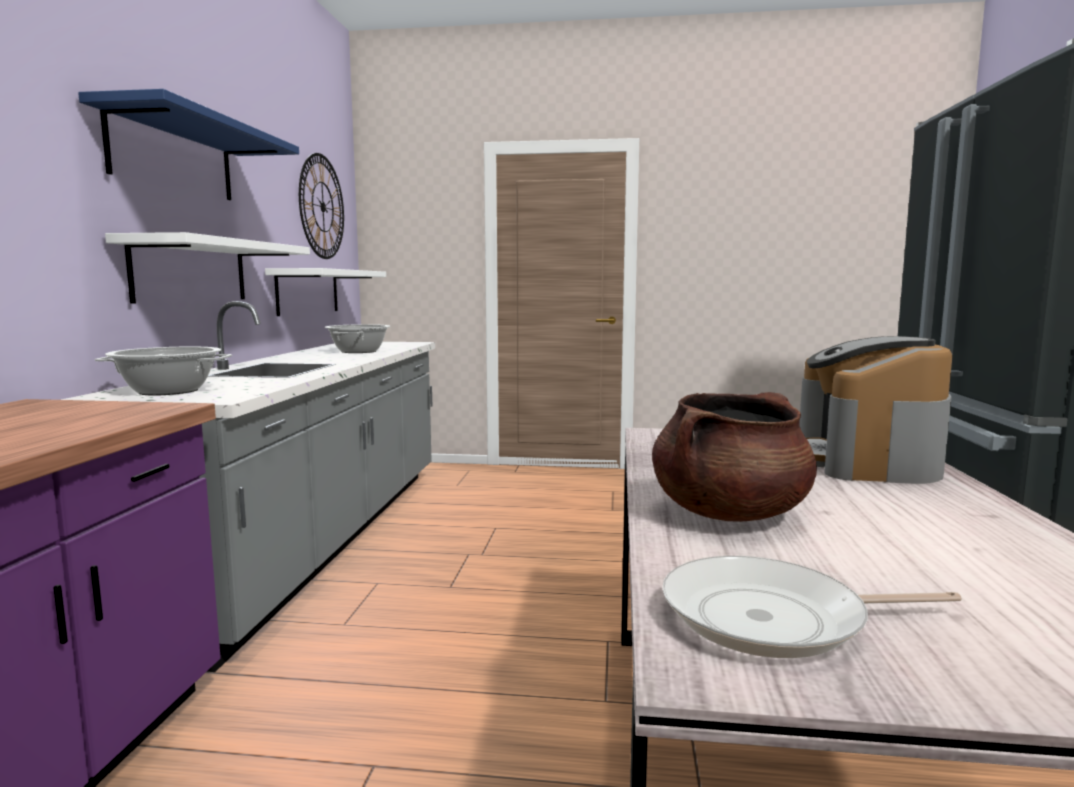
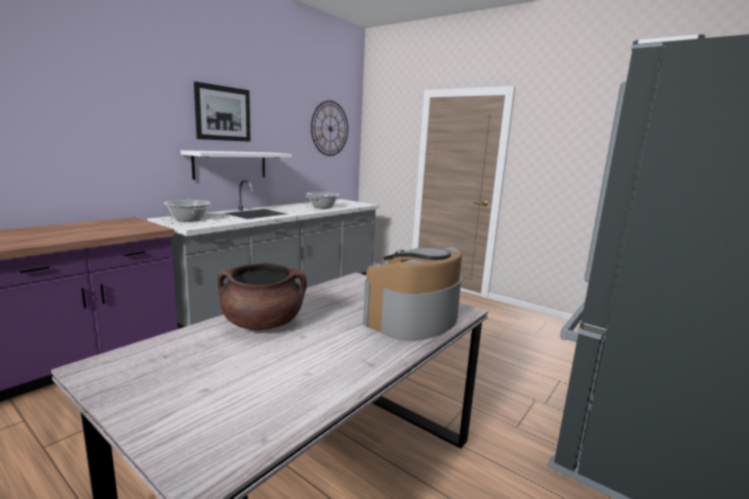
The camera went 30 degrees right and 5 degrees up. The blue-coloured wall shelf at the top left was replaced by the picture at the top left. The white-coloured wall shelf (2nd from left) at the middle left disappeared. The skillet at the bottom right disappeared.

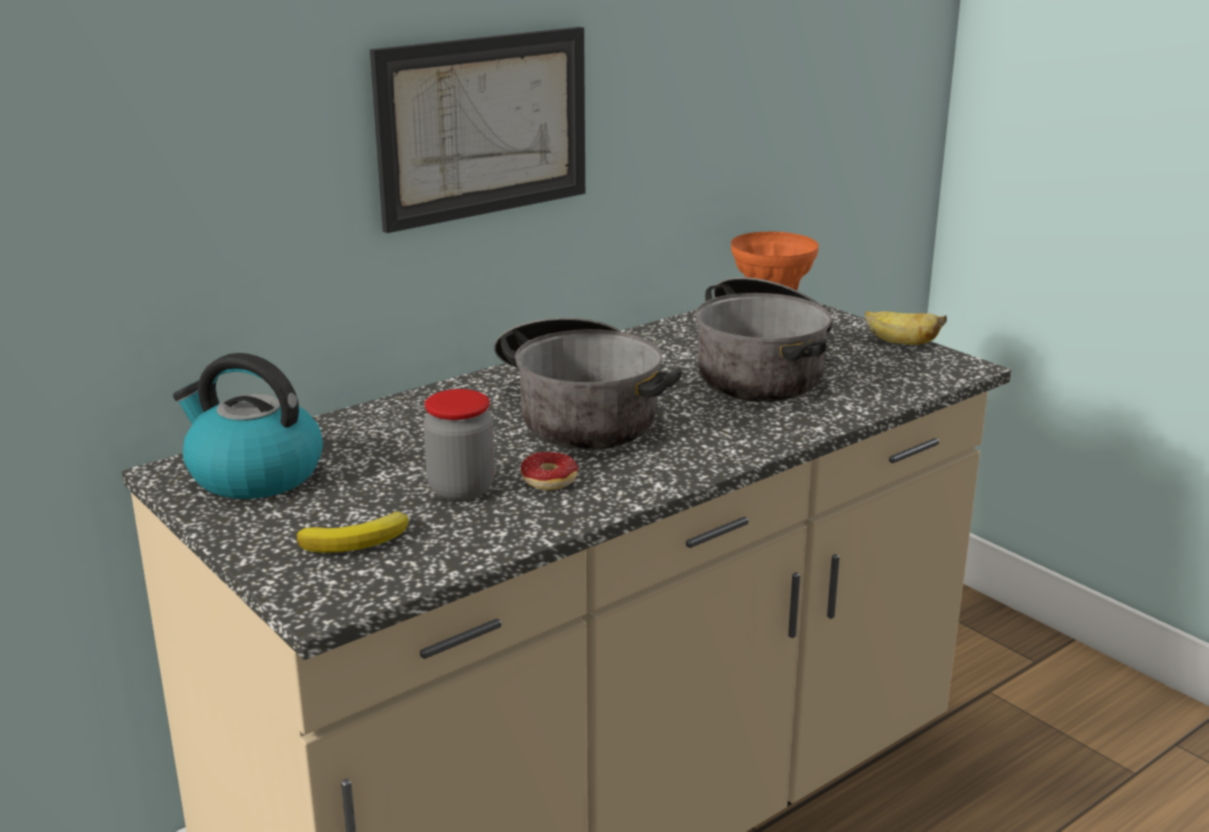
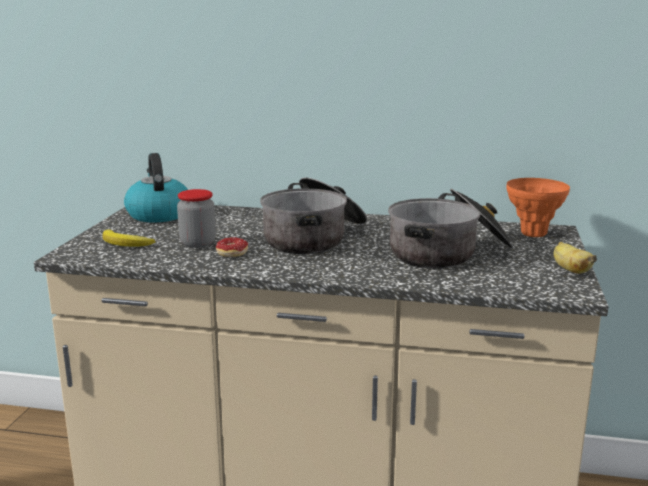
The camera went 50 degrees right and 5 degrees down. The picture at the top centre disappeared.

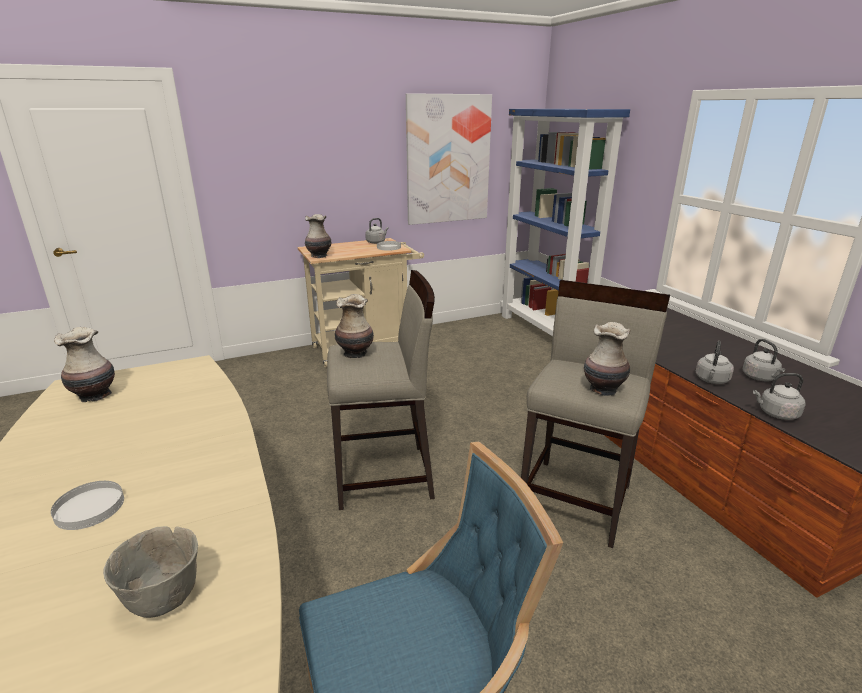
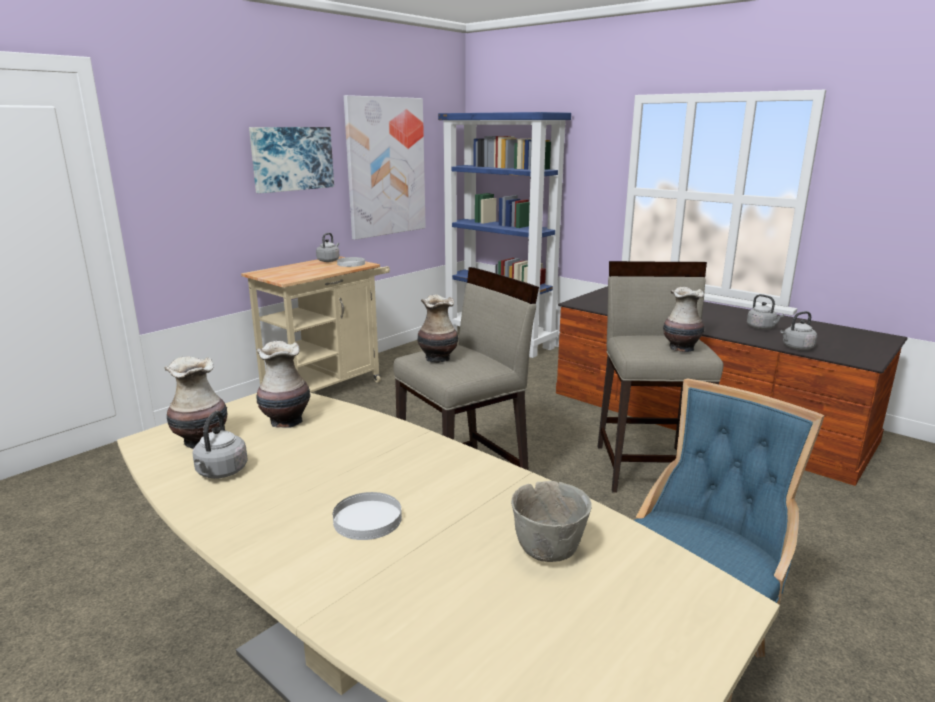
The camera went 25 degrees left and 5 degrees down. The flower vase (2nd from left) moved from the centre to the middle left. The greyish tea kettle (2nd from left in the first image) moved from the middle right to the middle left. The picture (1st from left) at the top left appeared.

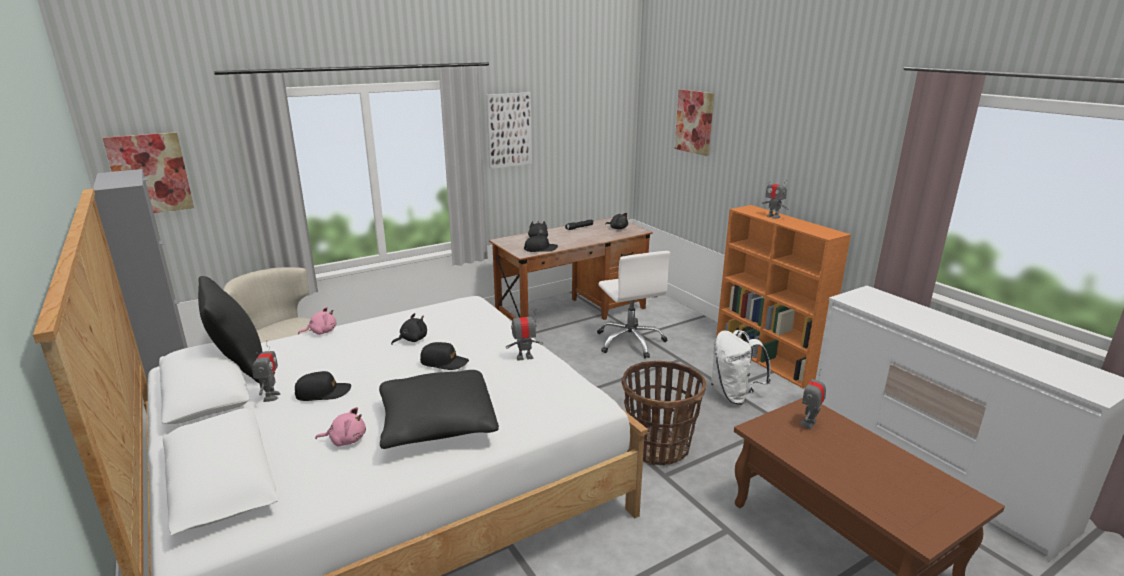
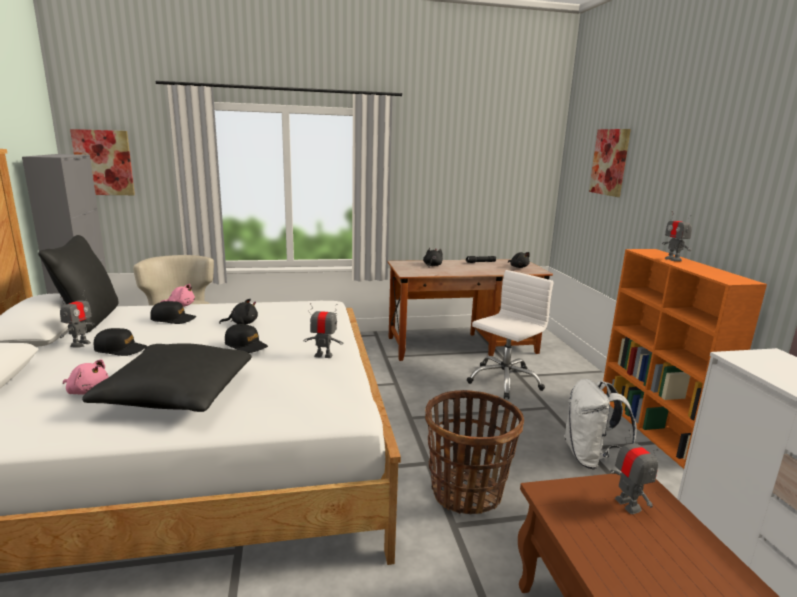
The camera went 20 degrees right and 5 degrees down. The picture (2nd from left) at the top centre disappeared. The blackish peaked cap (3rd from left in the first image) moved from the centre to the middle left. The white-coloured office chair at the centre turned 135 degrees counterclockwise. The robot figure (4th from left in the first image) at the bottom right turned 105 degrees clockwise.

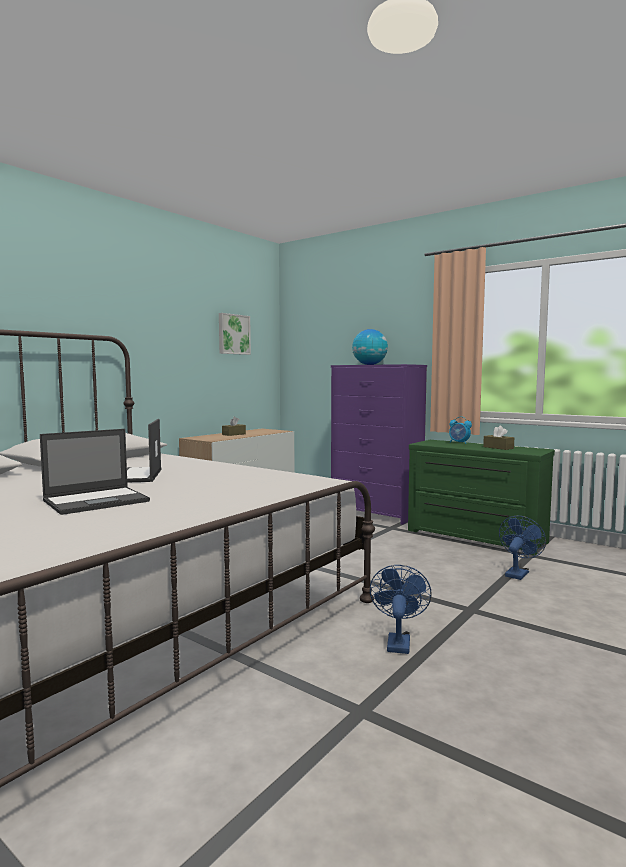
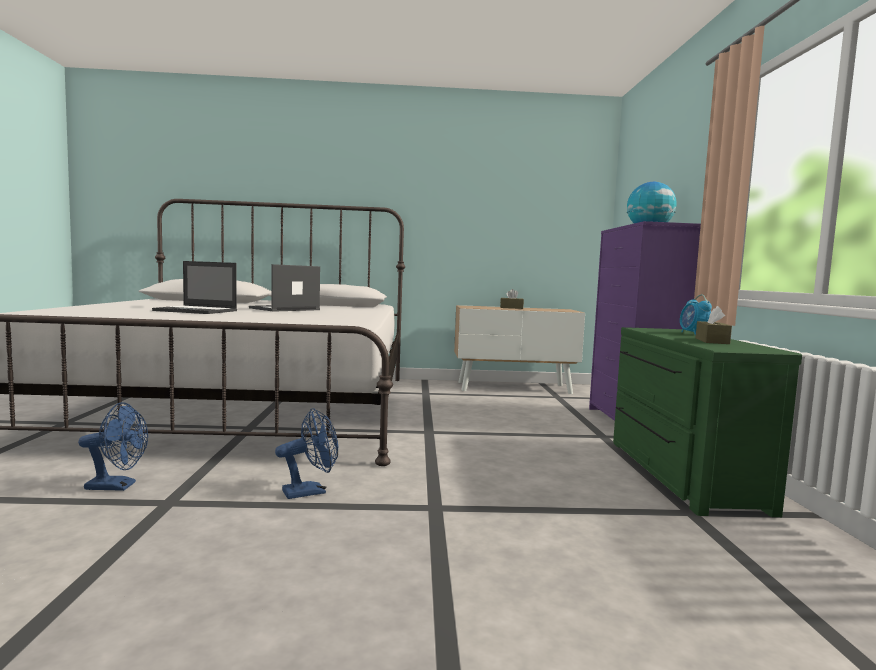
The camera went 50 degrees right and 0 degrees up. The picture at the centre disappeared. The blue-coloured electric fan (2nd from left in the first image) moved from the middle right to the middle left.

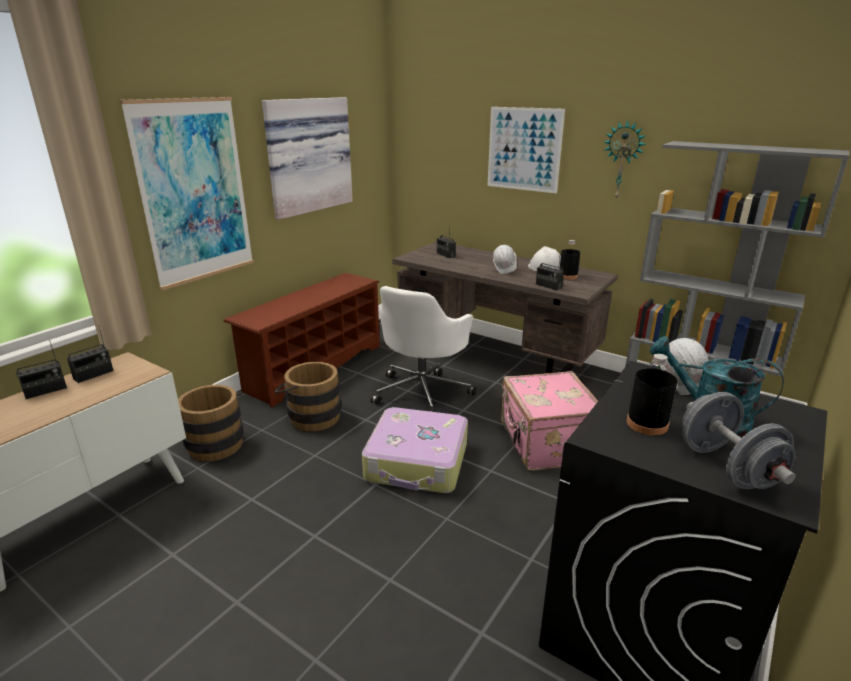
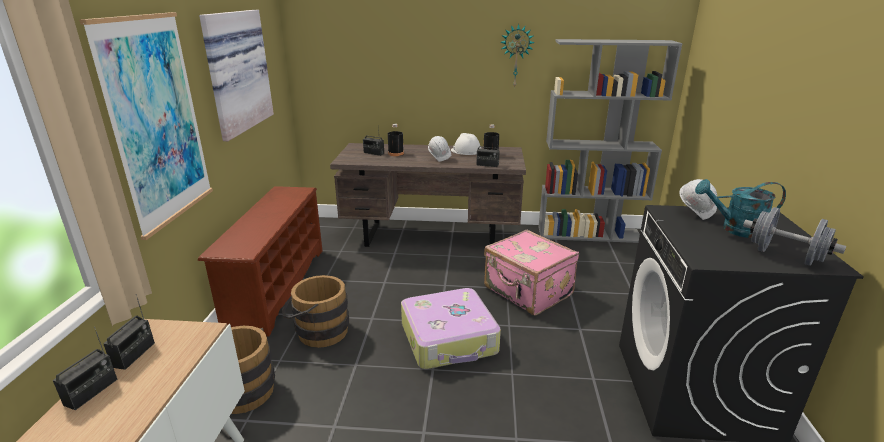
The camera went 30 degrees left and 0 degrees up. The white-coloured office chair at the centre disappeared. The picture (3rd from left) at the top centre disappeared. The blackish beverage bottle (2nd from left in the first image) moved from the middle right to the top centre.

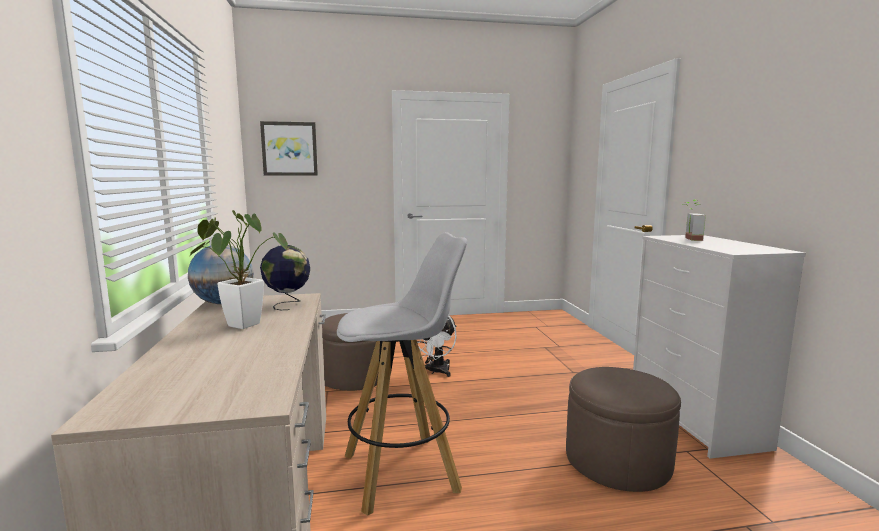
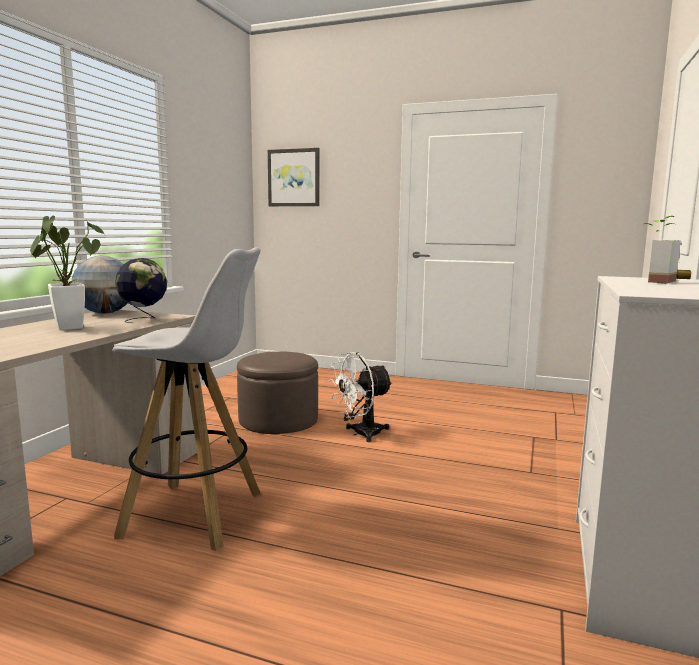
The camera went 30 degrees right and 0 degrees up. The brown ottoman (2nd from left) at the bottom right disappeared.

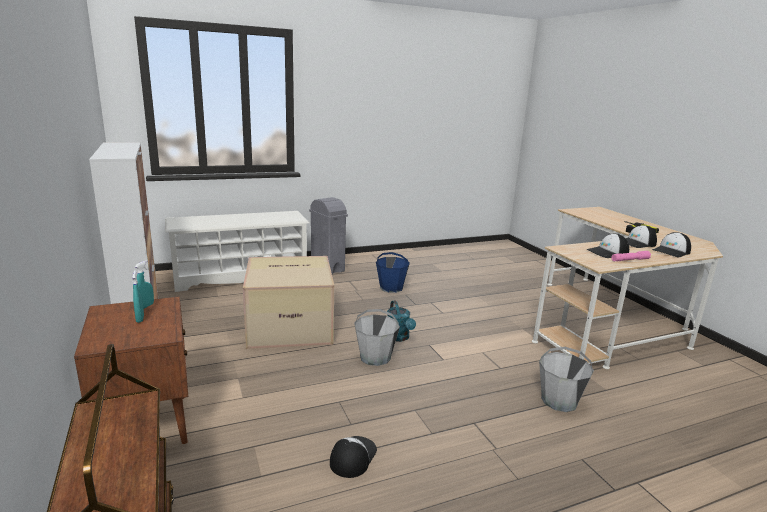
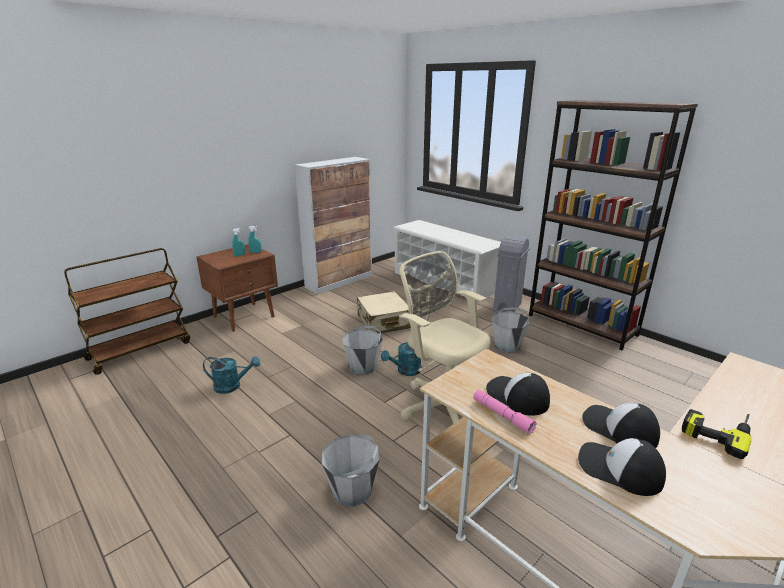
The camera went 70 degrees right and 5 degrees up. The packing box at the centre was replaced by the beige-coloured travel case at the centre. The peaked cap (1st from left) at the bottom centre was replaced by the turquoise watering pot (1st from left) at the middle left. The blue-coloured bucket at the centre became the greyish bucket (3rd from left) at the centre. The beige-coloured office chair at the centre appeared. The brown shelving unit at the middle right appeared.

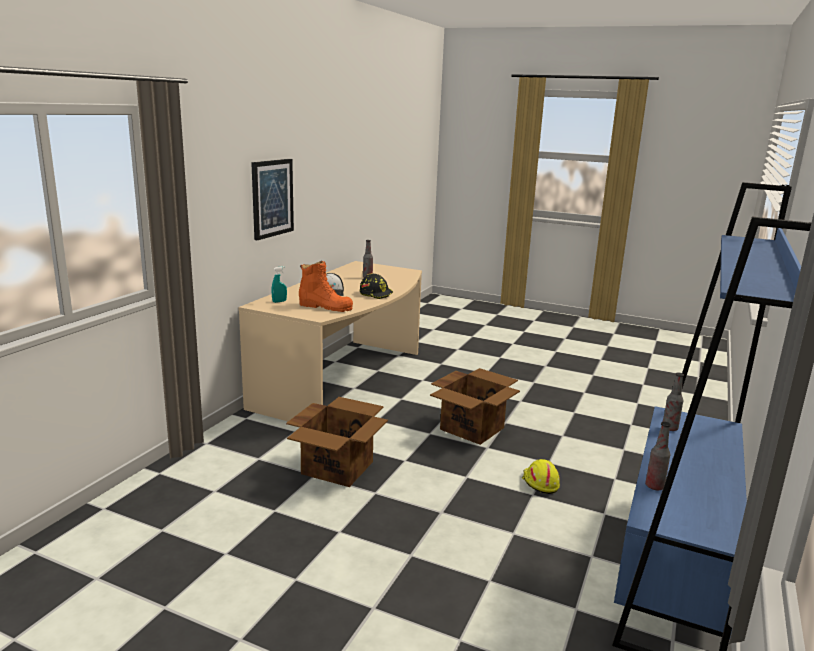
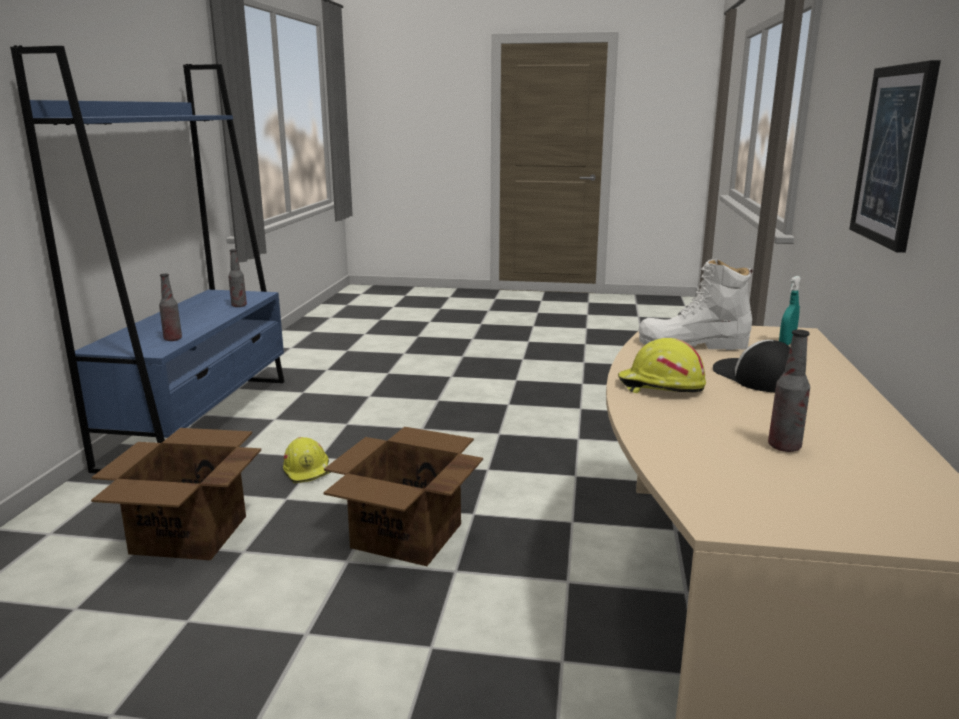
The camera went 165 degrees right and 0 degrees up. The packing box (1st from left) moved from the bottom centre to the bottom left. The orangey high-top boot at the centre became the white-coloured high-top boot at the middle right. The blackish safety helmet at the centre became the yellowish safety helmet (2nd from left) at the middle right.

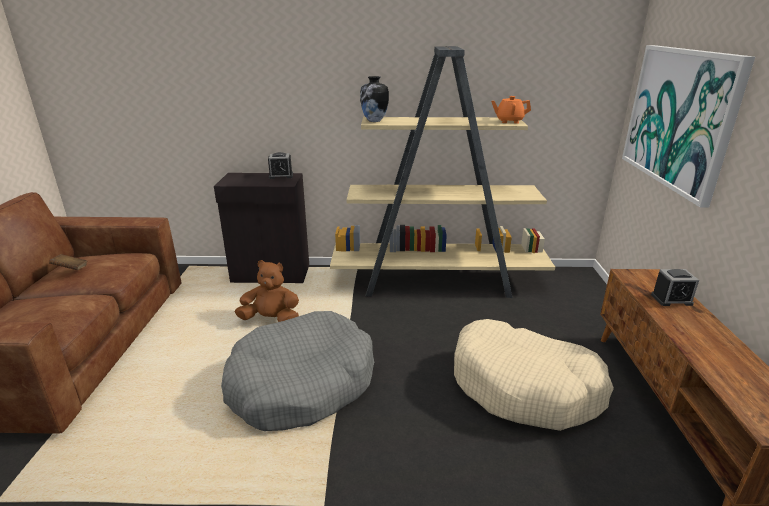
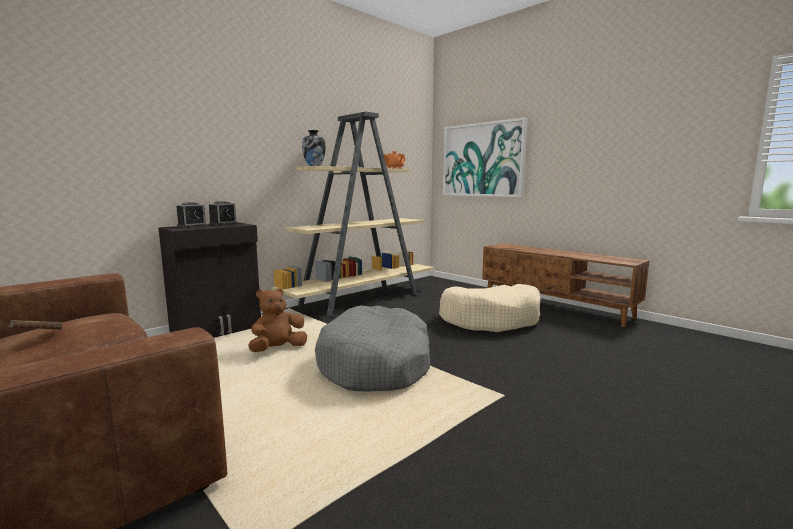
The camera went 45 degrees left and 15 degrees down. The bedside clock (2nd from left in the first image) moved from the middle right to the middle left.

